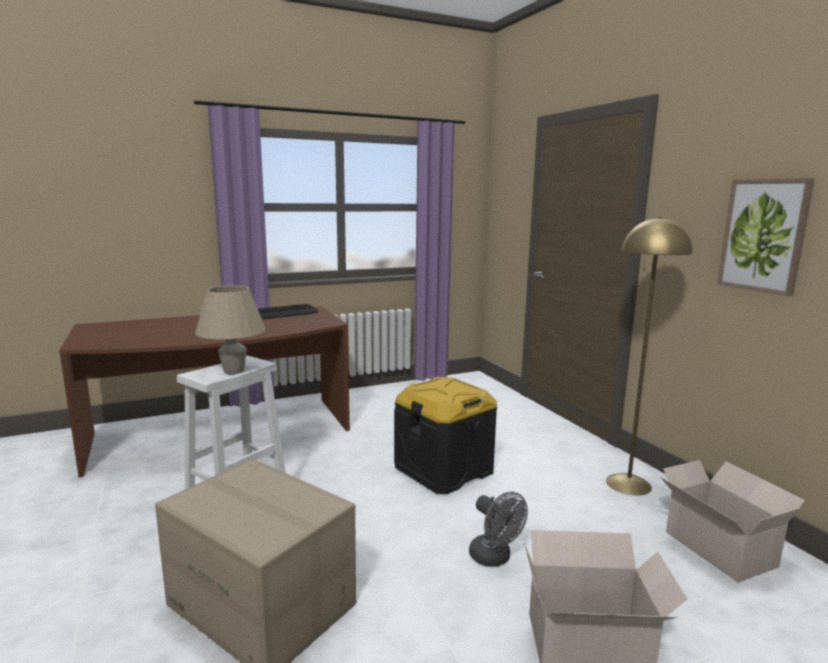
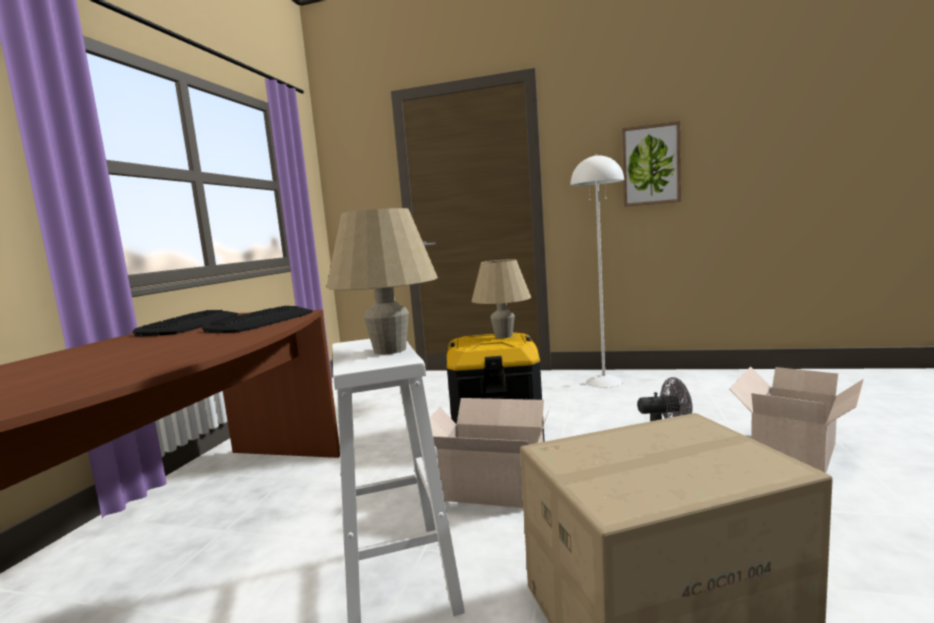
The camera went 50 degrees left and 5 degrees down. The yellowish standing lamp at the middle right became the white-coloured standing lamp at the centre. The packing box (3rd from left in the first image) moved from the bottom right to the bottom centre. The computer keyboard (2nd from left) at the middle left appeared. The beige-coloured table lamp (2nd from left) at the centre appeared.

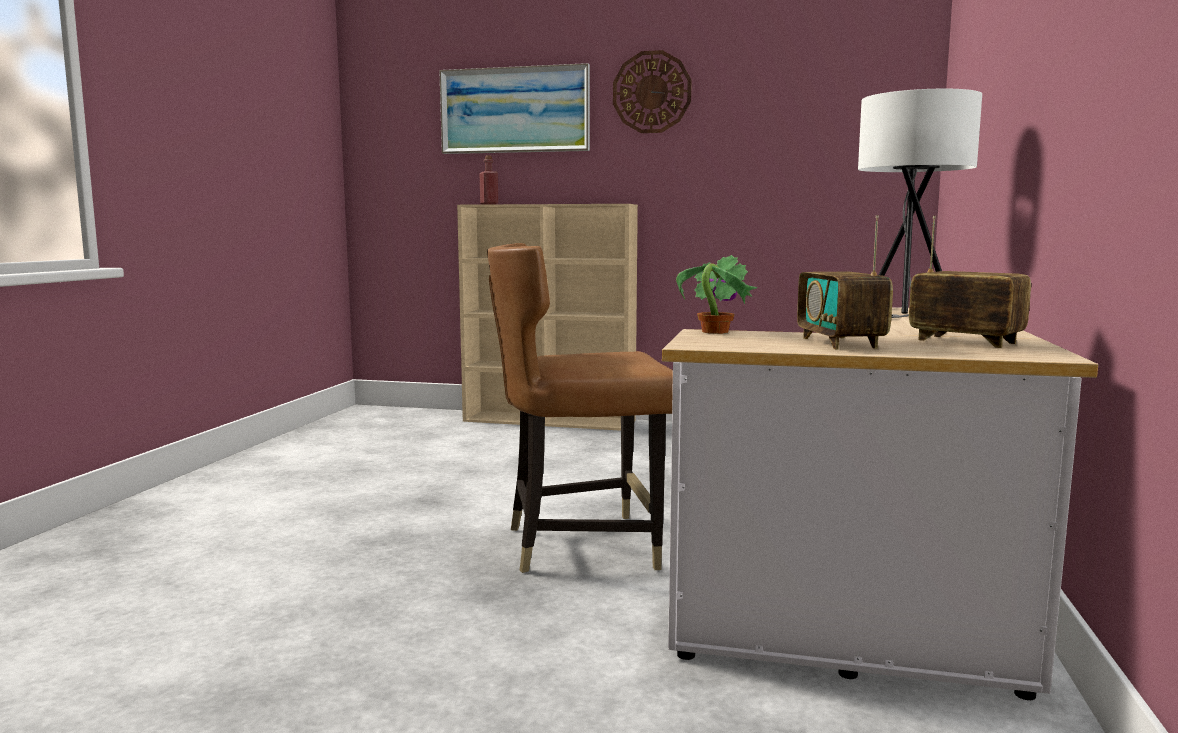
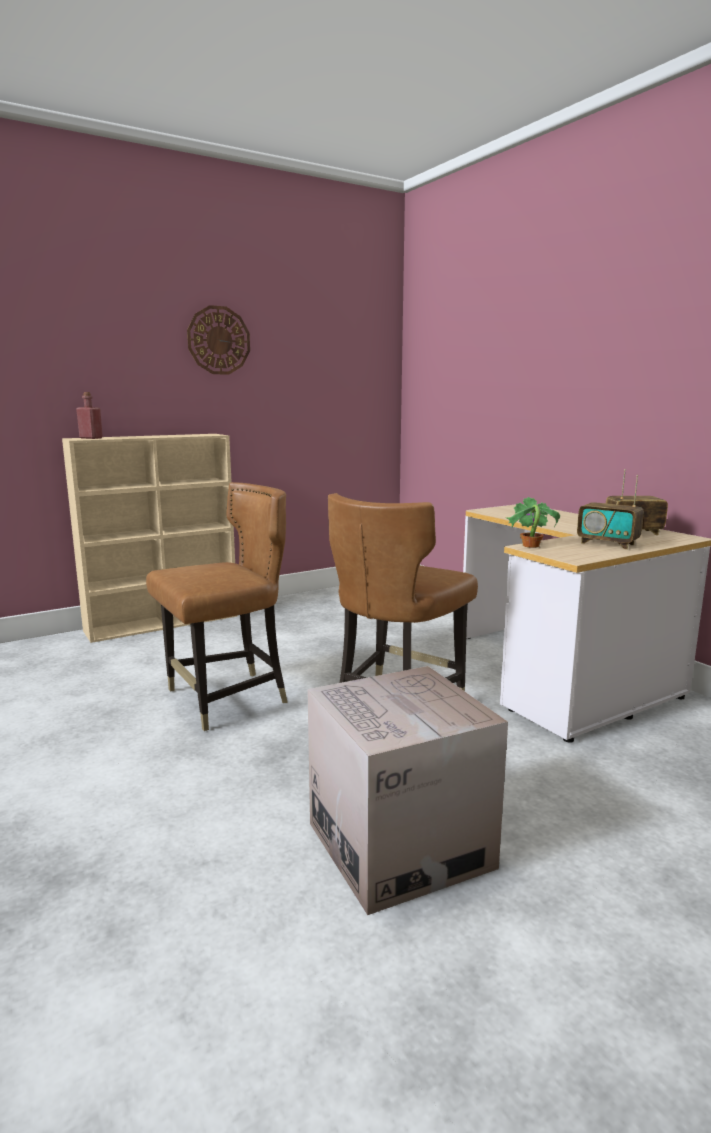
The camera went 45 degrees left and 5 degrees up. The picture at the top centre disappeared. The white-coloured table lamp at the top right disappeared. The brown upright chair (1st from left) at the middle left appeared. The packing box at the bottom centre appeared.

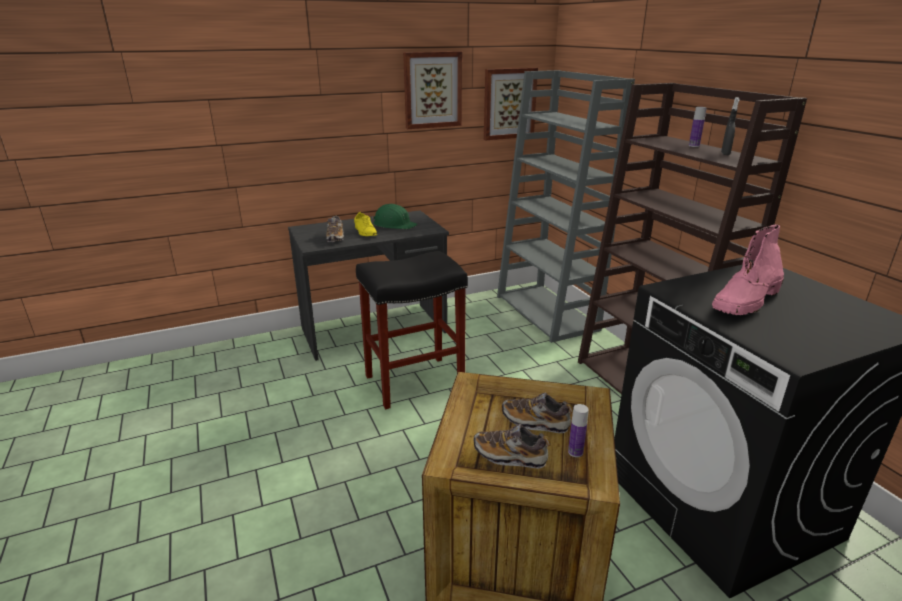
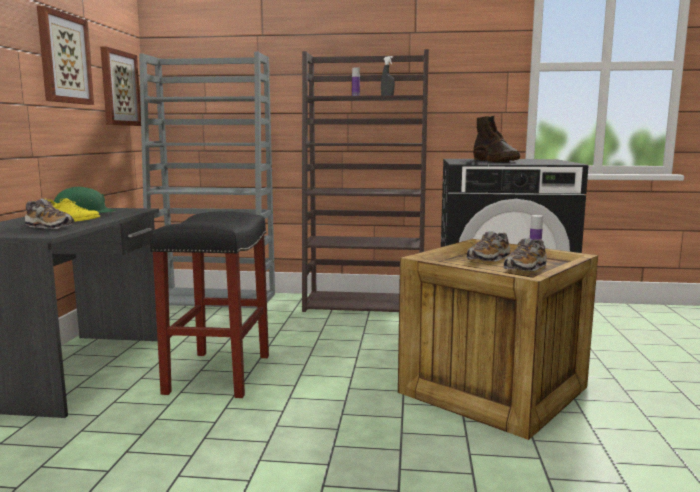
The camera went 60 degrees left and 15 degrees down. The pinkish high-top boot at the middle right became the brown high-top boot at the top right.

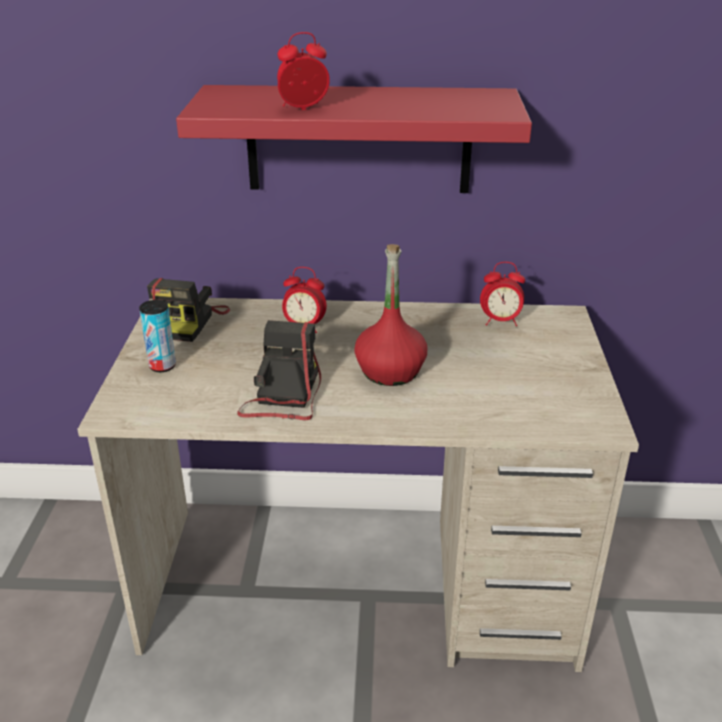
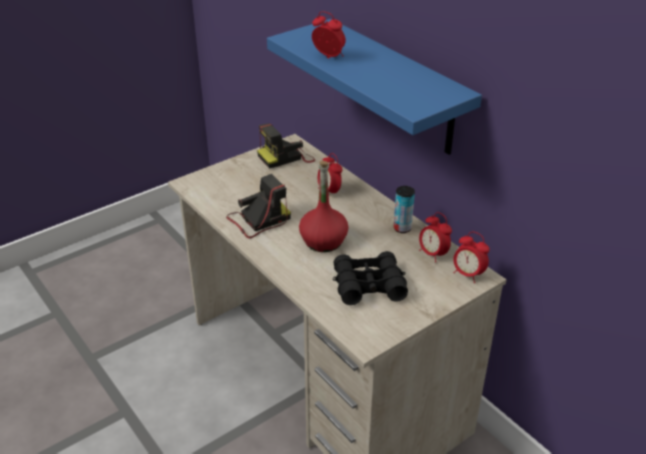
The camera went 50 degrees right and 5 degrees up. The metal can moved from the middle left to the centre. The red-coloured wall shelf at the top centre became the blue-coloured wall shelf at the top centre. The blackish pair of binoculars at the centre appeared. The bedside clock (4th from left) at the middle right appeared.

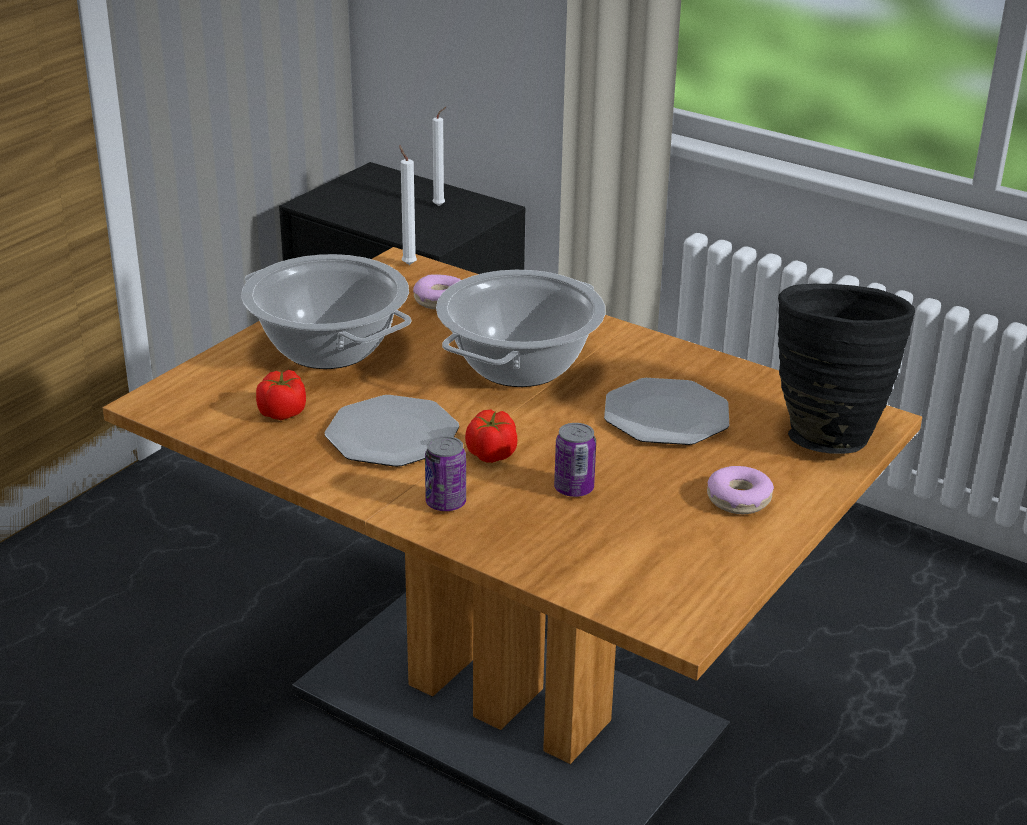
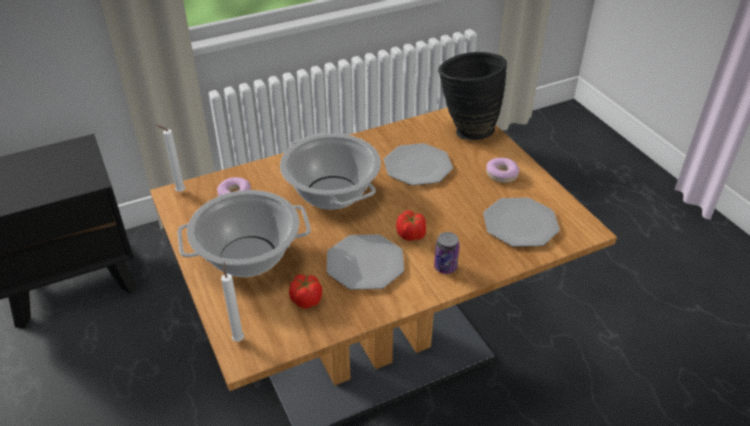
The camera went 60 degrees left and 10 degrees up. The white-coloured wax light (2nd from left) moved from the top centre to the bottom left. The metal can (2nd from left) at the centre disappeared. The flat dish (3rd from left) at the middle right appeared.

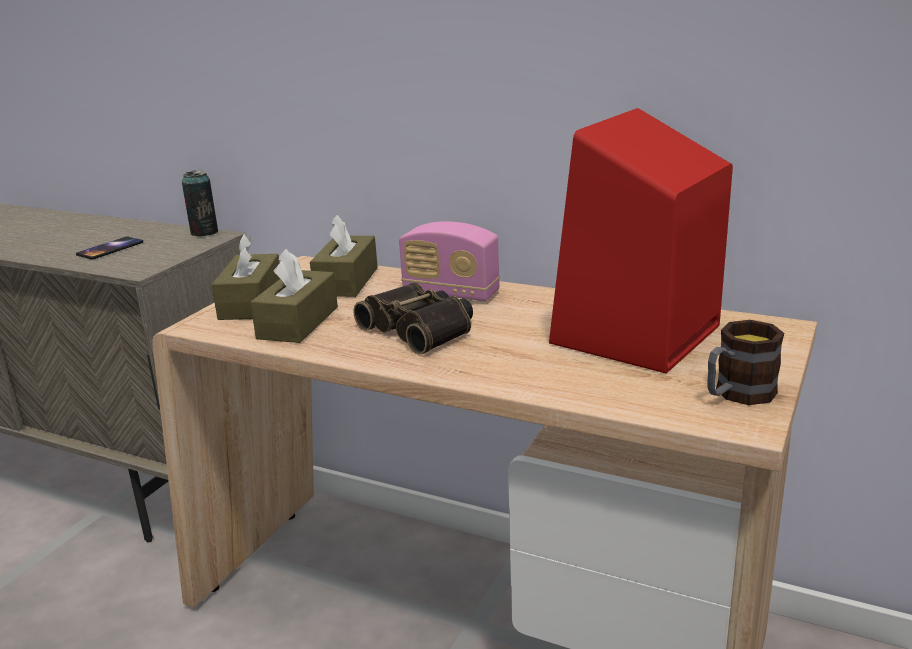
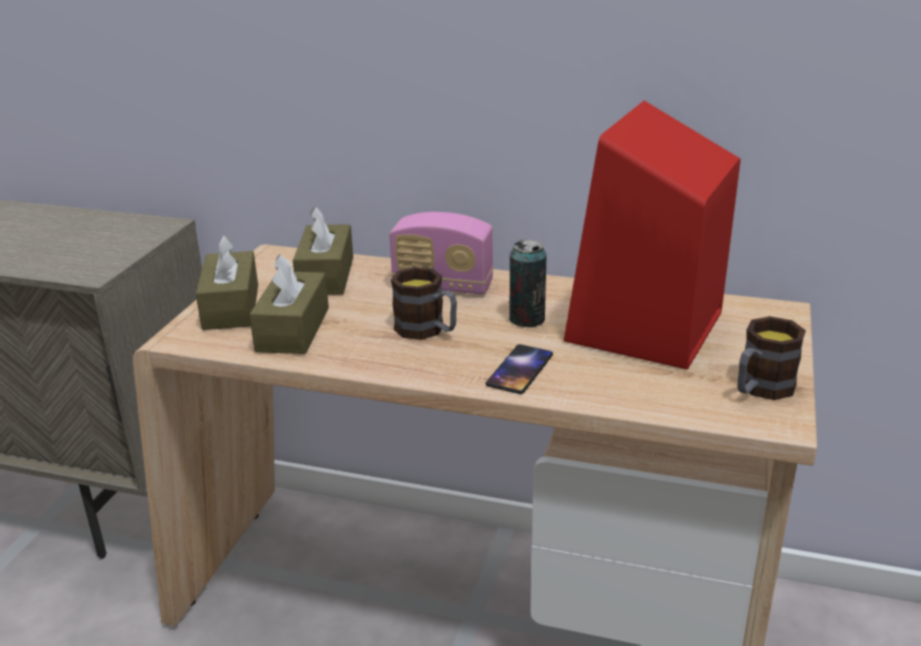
The camera went 10 degrees left and 5 degrees up. The telephone moved from the middle left to the centre. The metal can moved from the top left to the centre. The pair of binoculars at the centre was replaced by the mug (1st from left) at the centre.

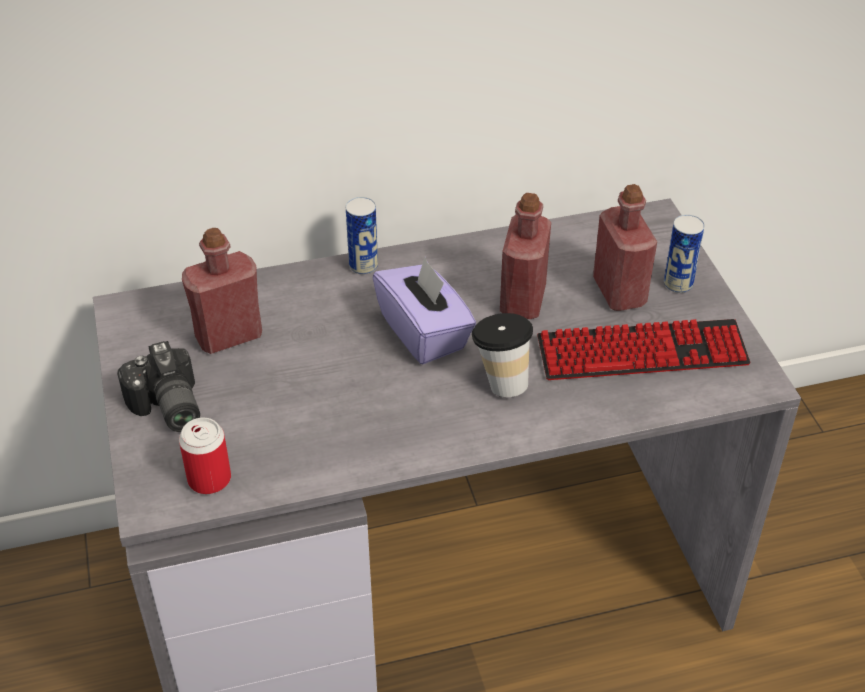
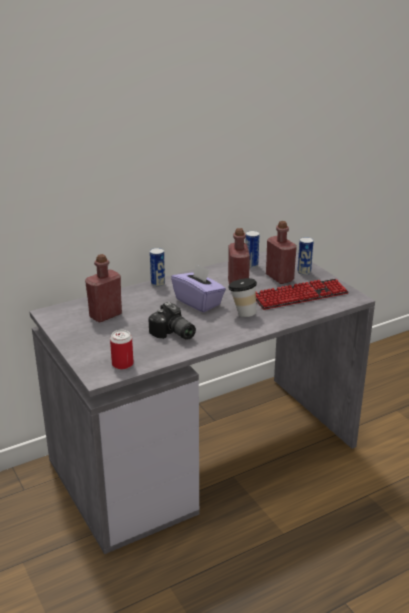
The camera went 15 degrees left and 15 degrees down. The photo camera moved from the middle left to the centre. The metal can (3rd from left) at the centre appeared.

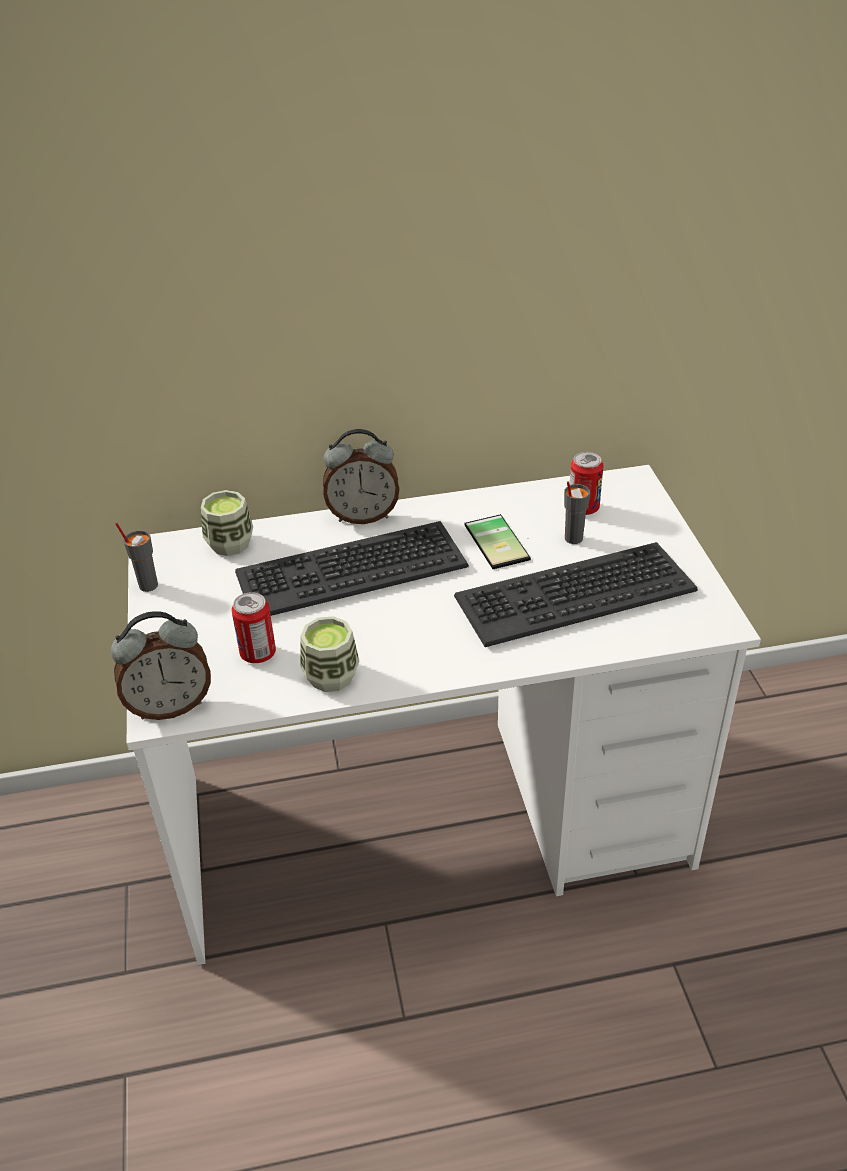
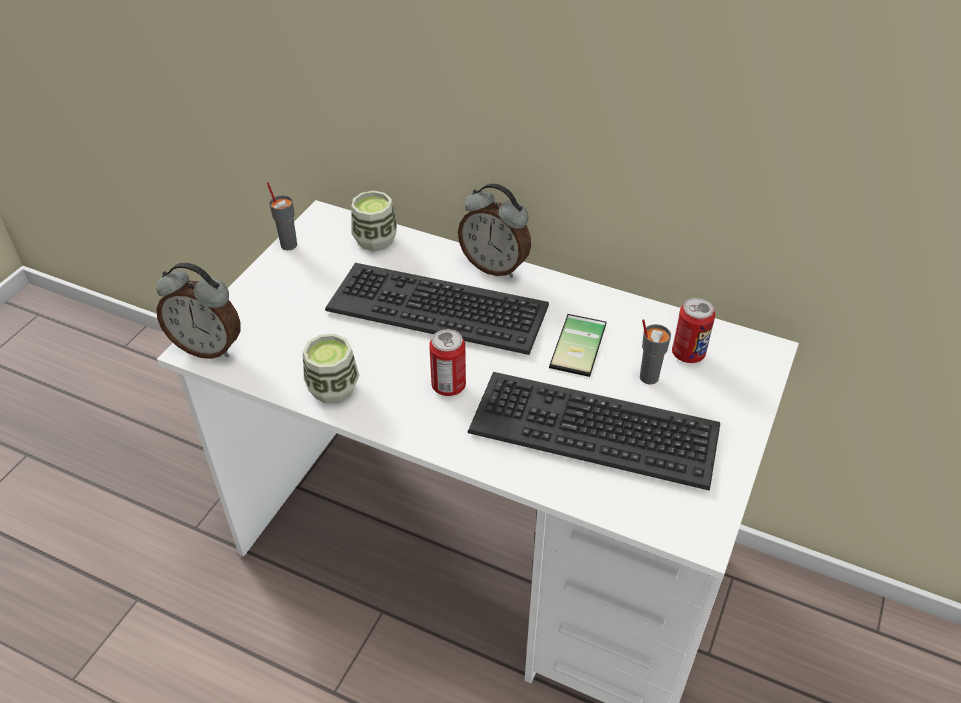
The camera went 35 degrees right and 5 degrees up. The metal can (1st from left) moved from the middle left to the centre.

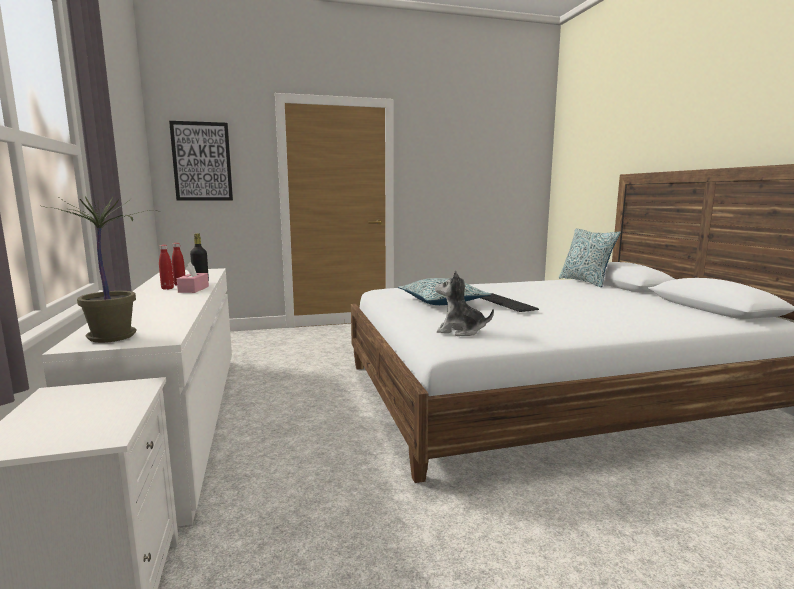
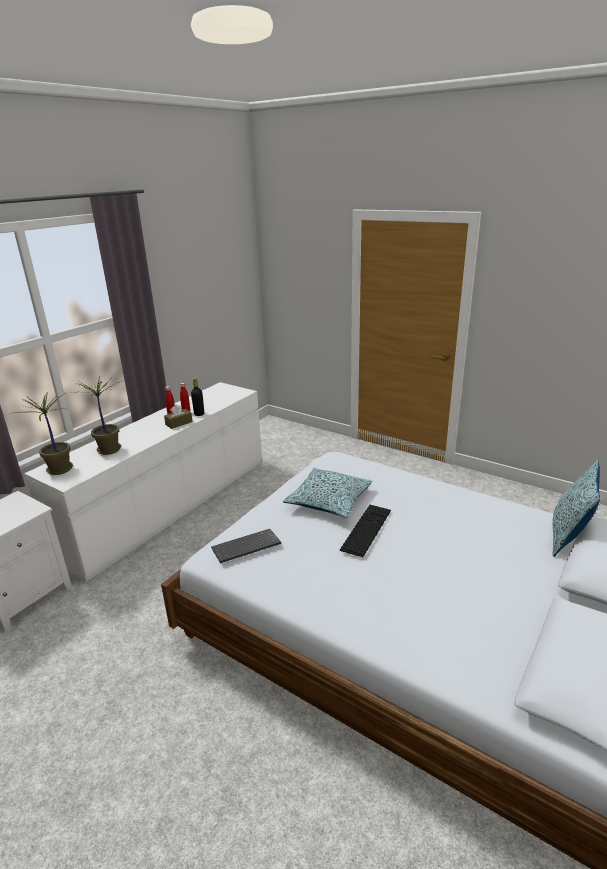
The camera went 50 degrees right and 15 degrees up. The picture at the top left disappeared. The pinkish tissue box at the middle left became the brown tissue box at the middle left. The plush toy at the centre was replaced by the computer keyboard (1st from left) at the centre. The potted plant (2nd from left) at the middle left appeared.

